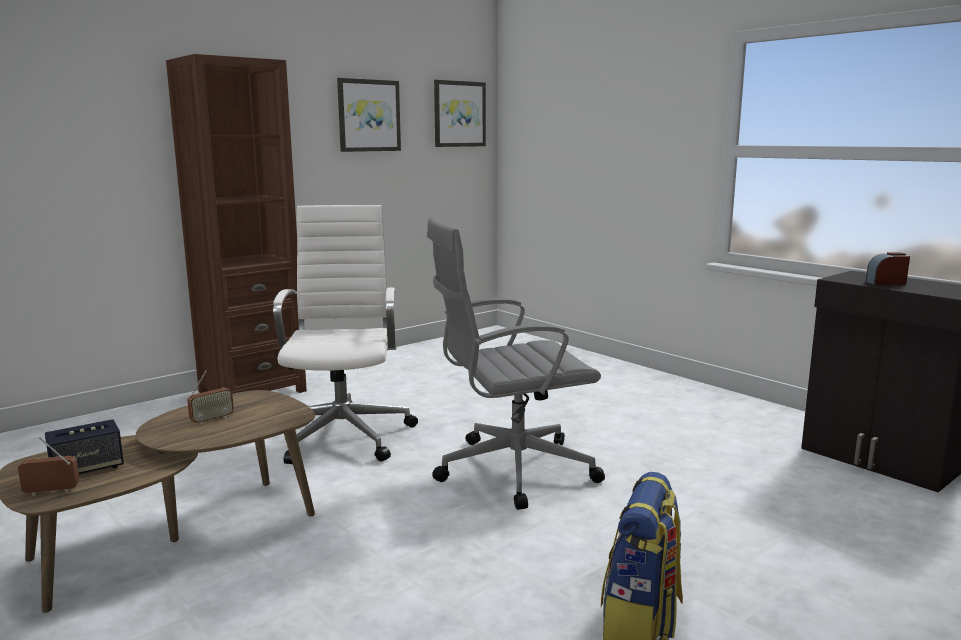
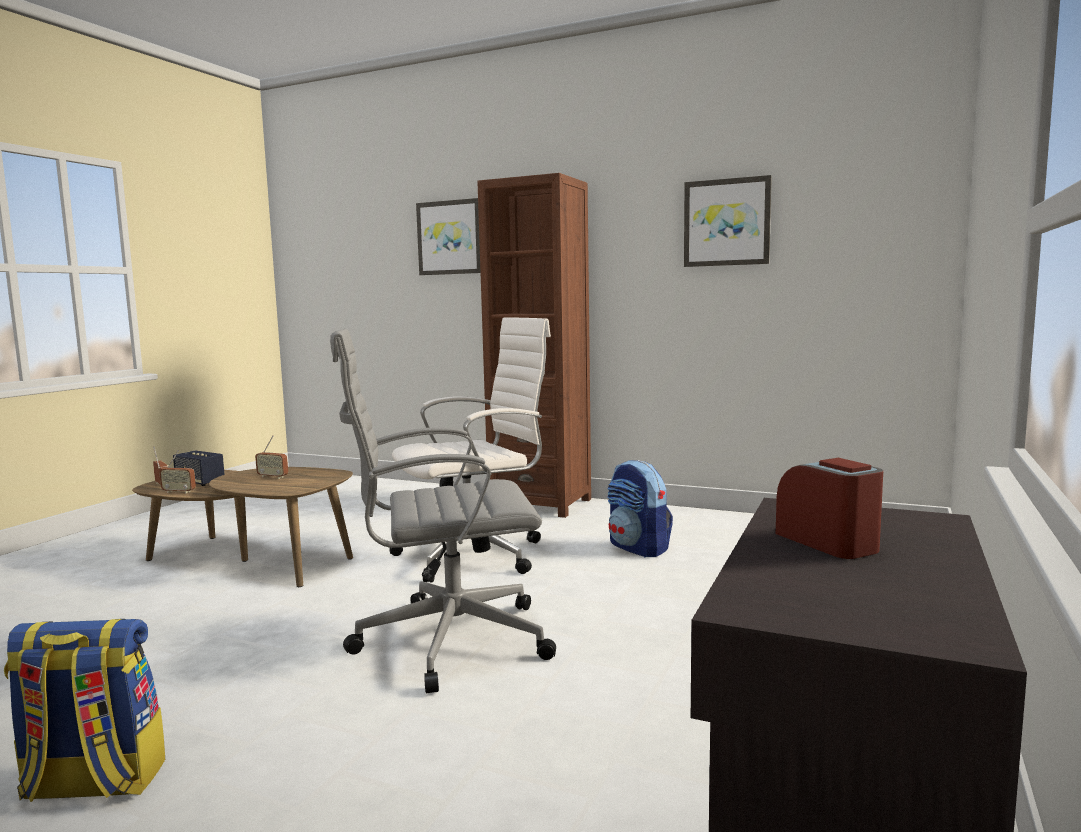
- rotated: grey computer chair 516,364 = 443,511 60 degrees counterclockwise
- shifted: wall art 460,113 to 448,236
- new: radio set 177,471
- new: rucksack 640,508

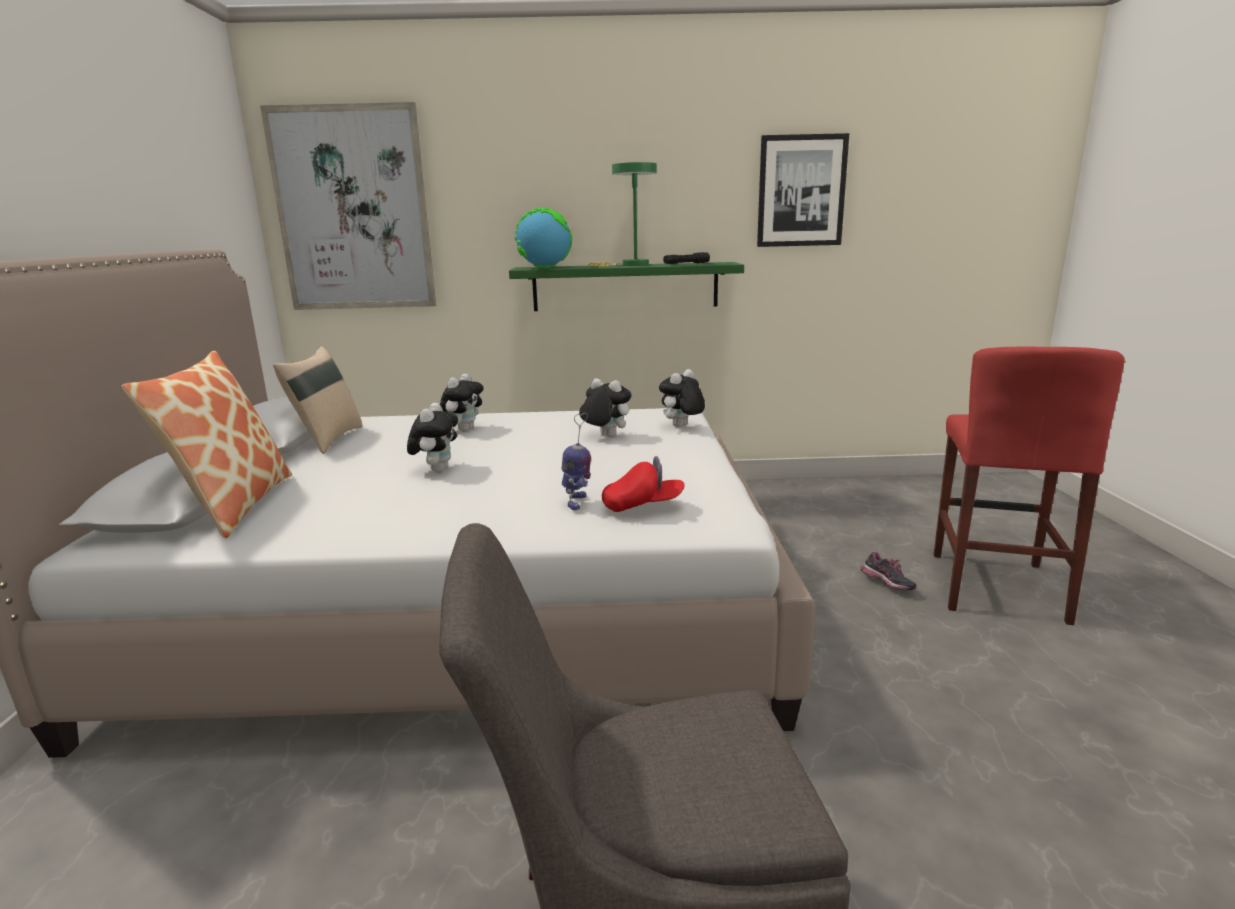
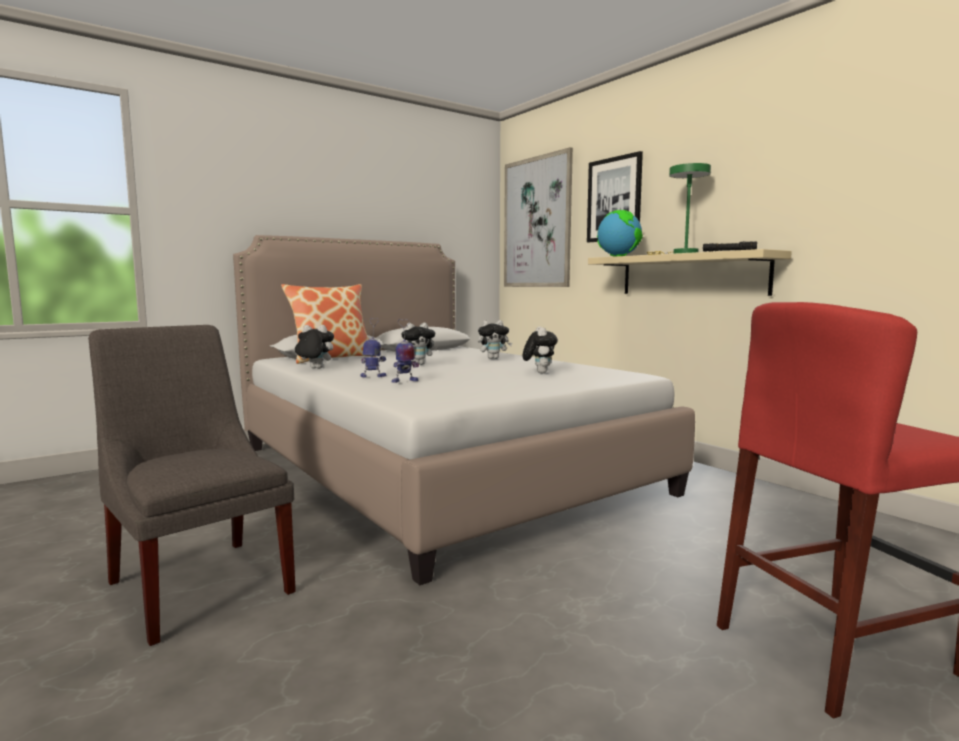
- gone: beige cushion 318,400
- repainted: green wall shelf 626,286 to beige wall shelf 690,272
- gone: reddish baseball cap 643,484
- shifted: soft toy 682,398 to 314,347
- shifted: wall art 803,190 to 615,196
- gone: low shoe 888,571
- new: robot figure 373,348

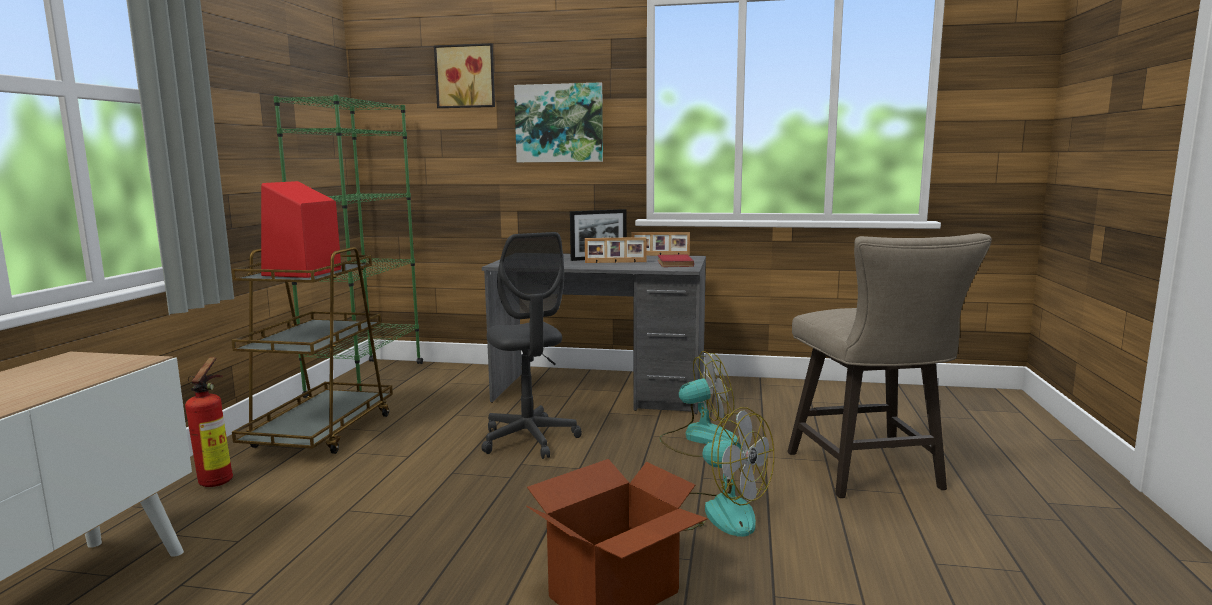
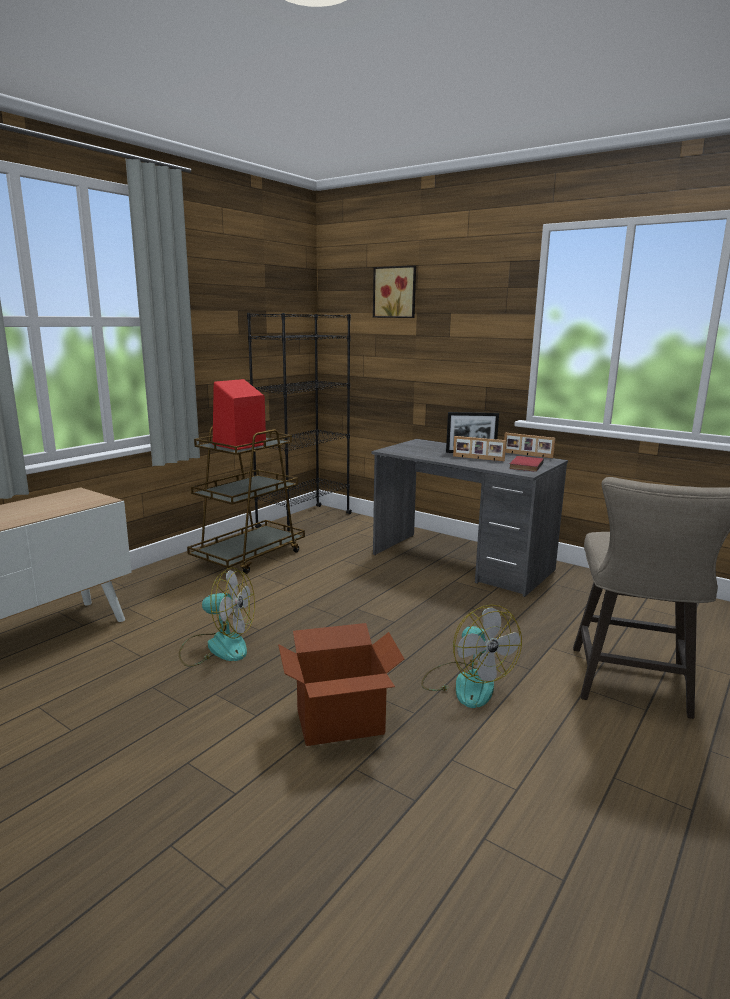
- gone: fire extinguisher 209,422
- repainted: green bookshelf 348,246 to blackish bookshelf 299,422
- gone: grey computer chair 531,345
- gone: wall art 558,122
- shifted: cooling fan 698,404 to 217,617

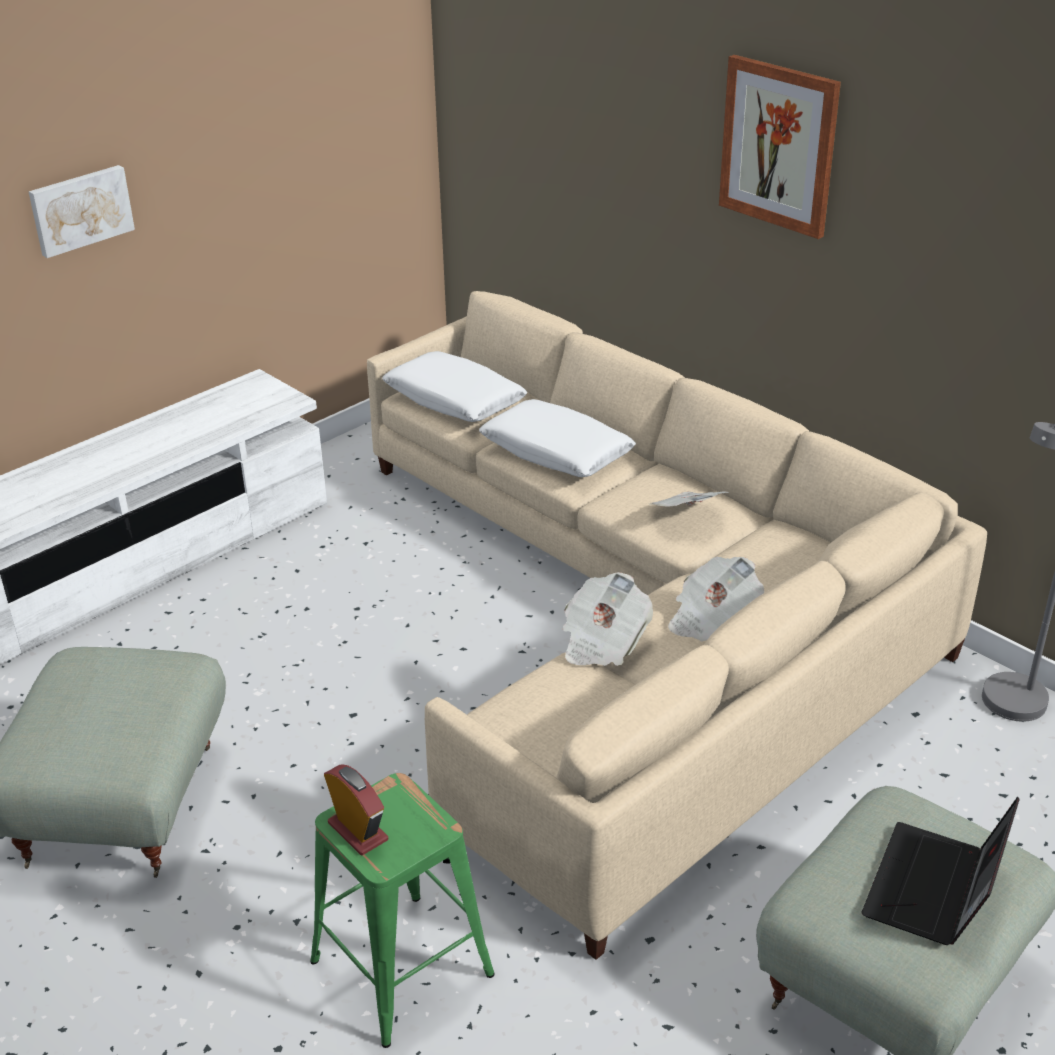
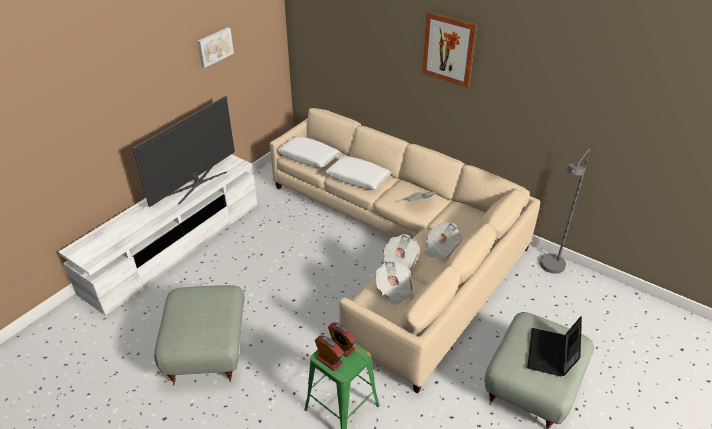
- shifted: wall art 82,211 to 215,47
- new: TV 184,151
- new: table clock 342,340
- new: daily paper 394,283

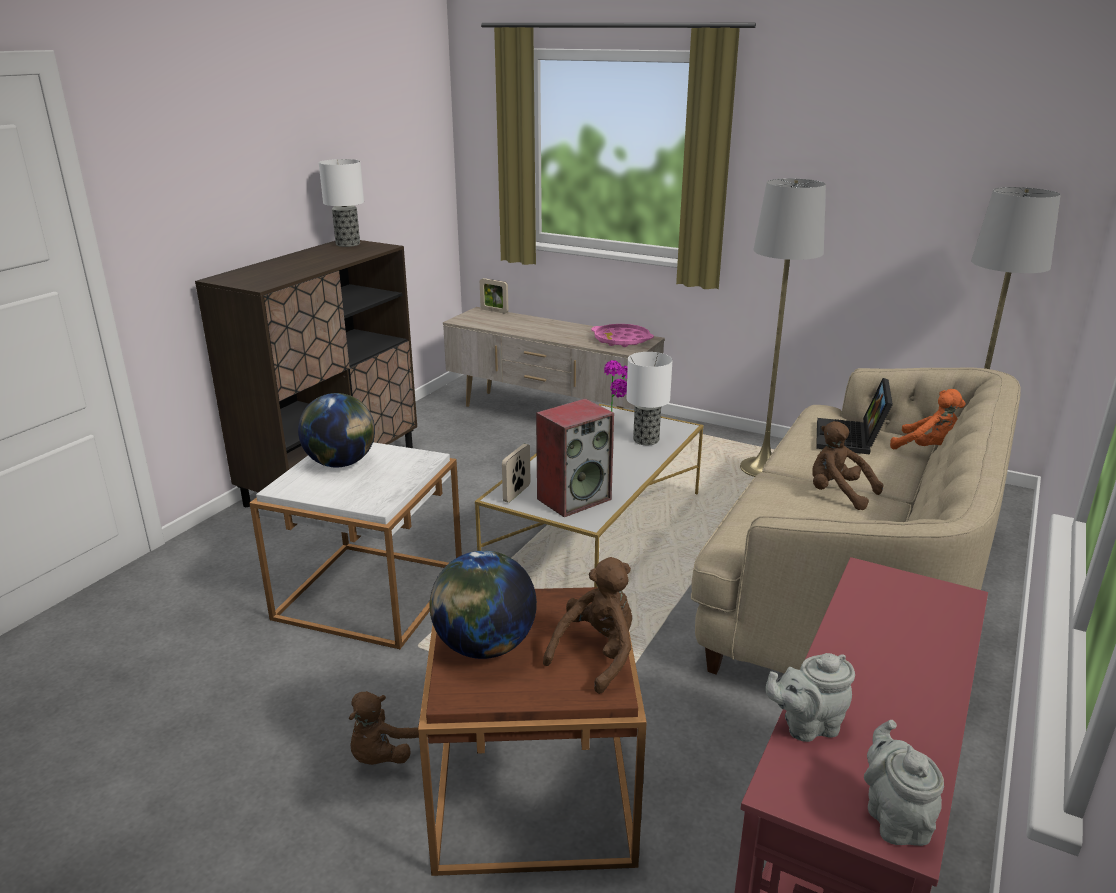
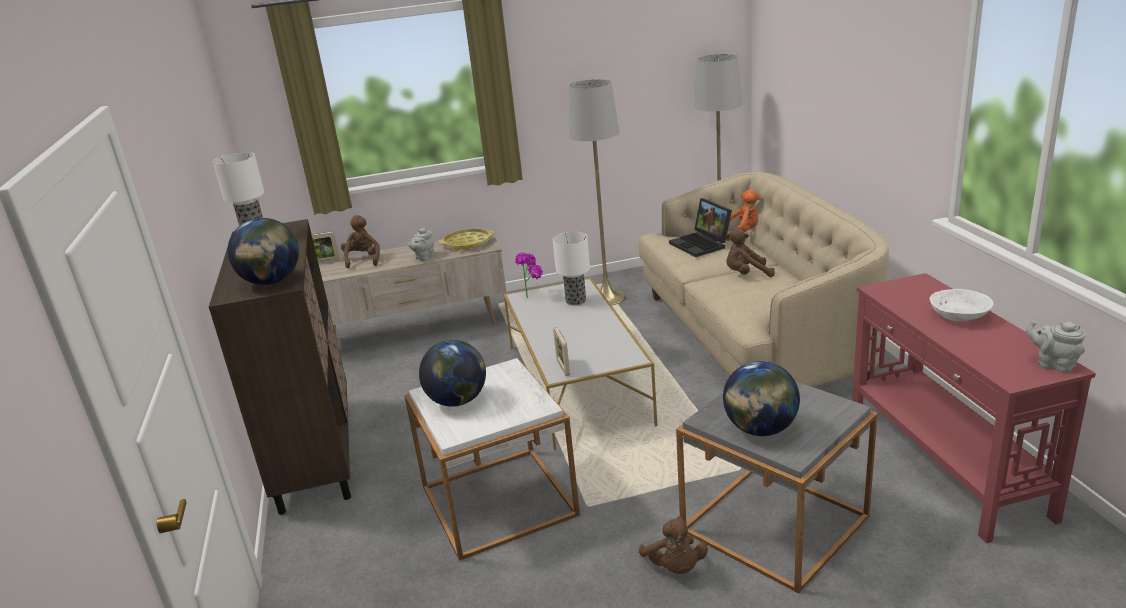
- repainted: brown side table 532,731 to grey side table 777,487
- gone: audio speaker 575,458
- shifted: brown soft toy 587,625 to 360,241
- repainted: pink serving tray 622,335 to yellowish serving tray 466,239
- shifted: grey tea pot 810,697 to 420,244
- new: desk globe 263,251
- new: white deep dish 962,305

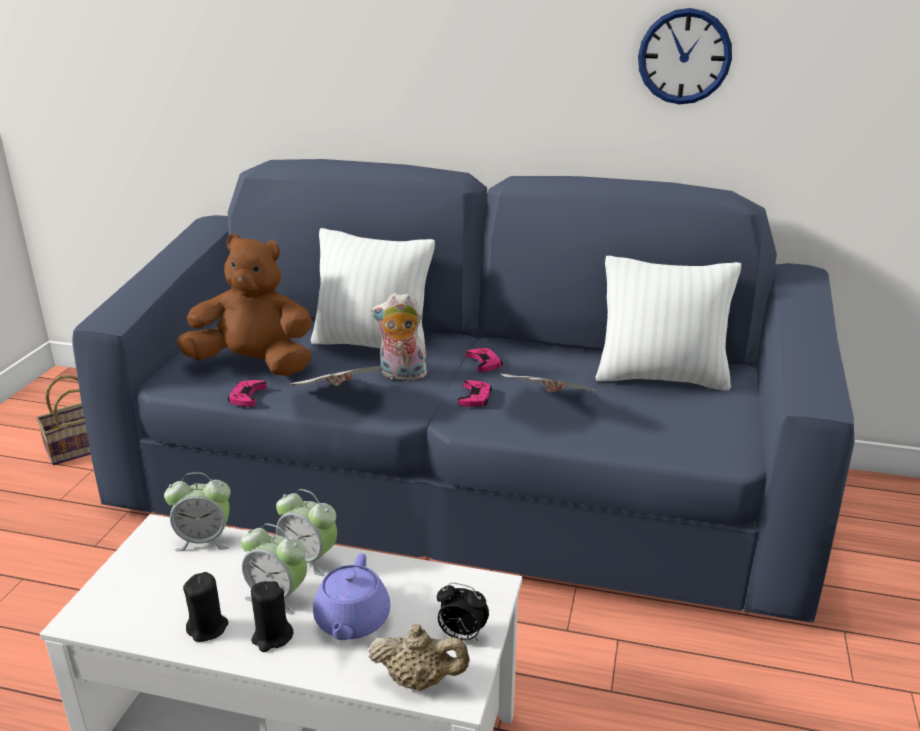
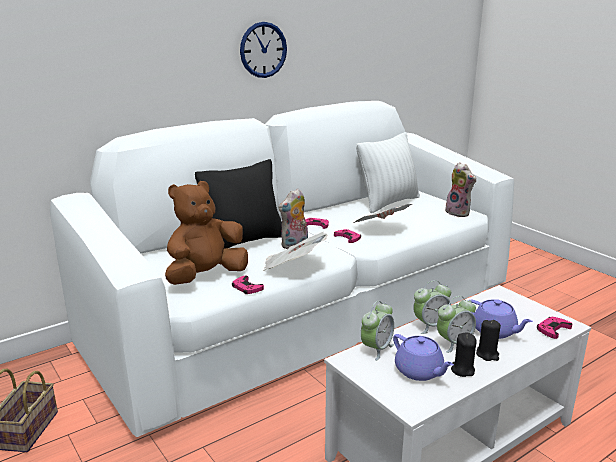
- repainted: blue-coloured couch 463,391 to white couch 282,269
- repainted: white cushion 373,288 to blackish cushion 238,203
- swapped: beige tea pot 419,657 to pink game controller 554,328
- gone: table clock 463,612
- shifted: wall clock 685,56 to 263,50
- new: purplish tea pot 423,357
- new: soft toy 460,189

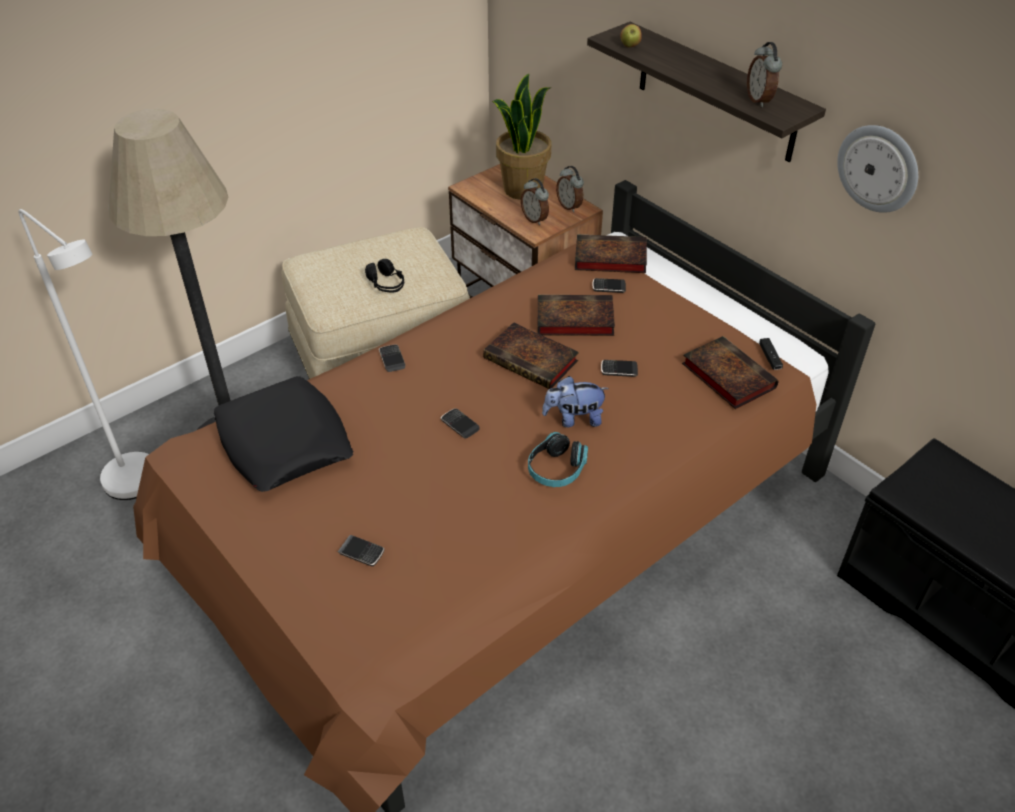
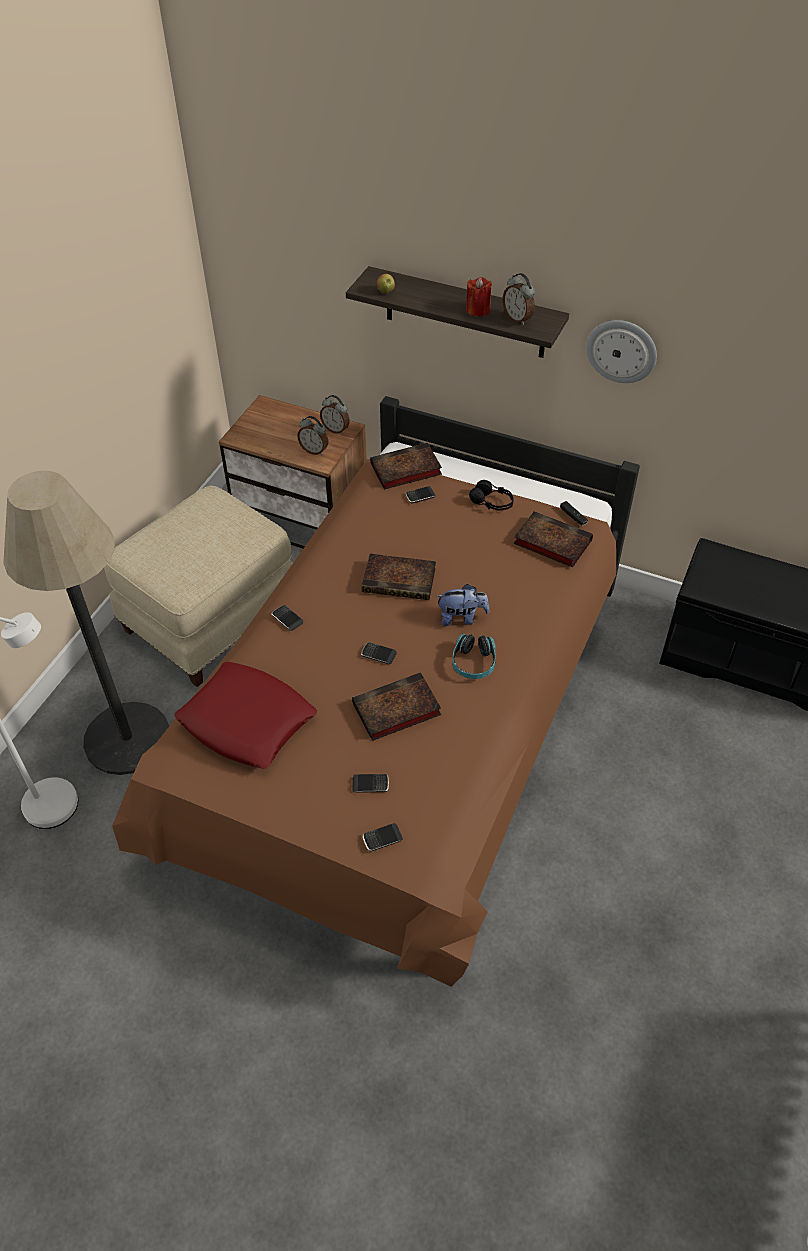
- repainted: blackish cushion 283,434 to reddish cushion 245,715
- shifted: blackish headphones 384,275 to 491,495
- gone: potted plant 521,137
- shifted: bound book 576,315 to 396,706
- rotated: soft toy 575,401 = 462,605 150 degrees counterclockwise
- shifted: telephone 619,368 to 383,837
- new: reddish wax light 479,297

